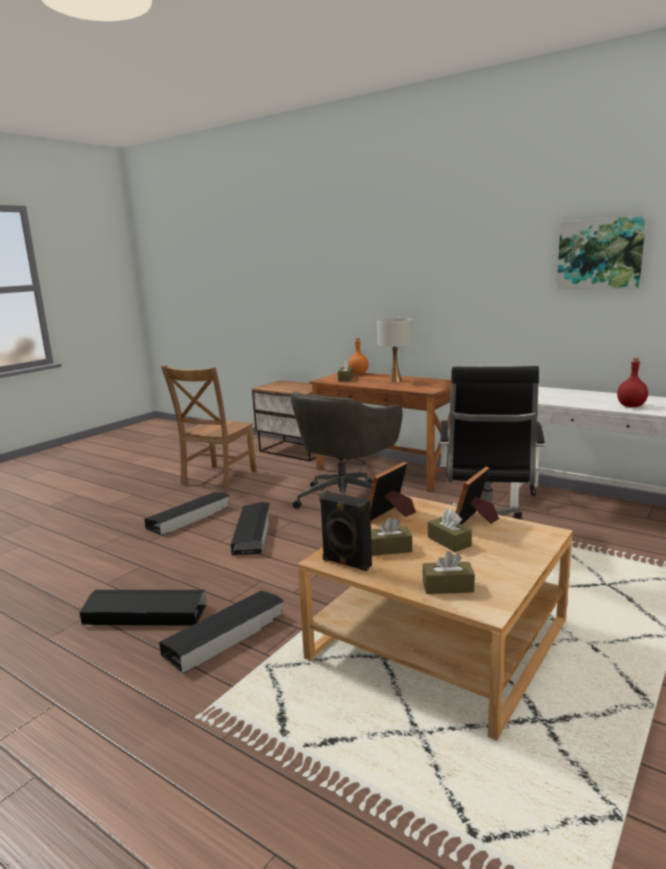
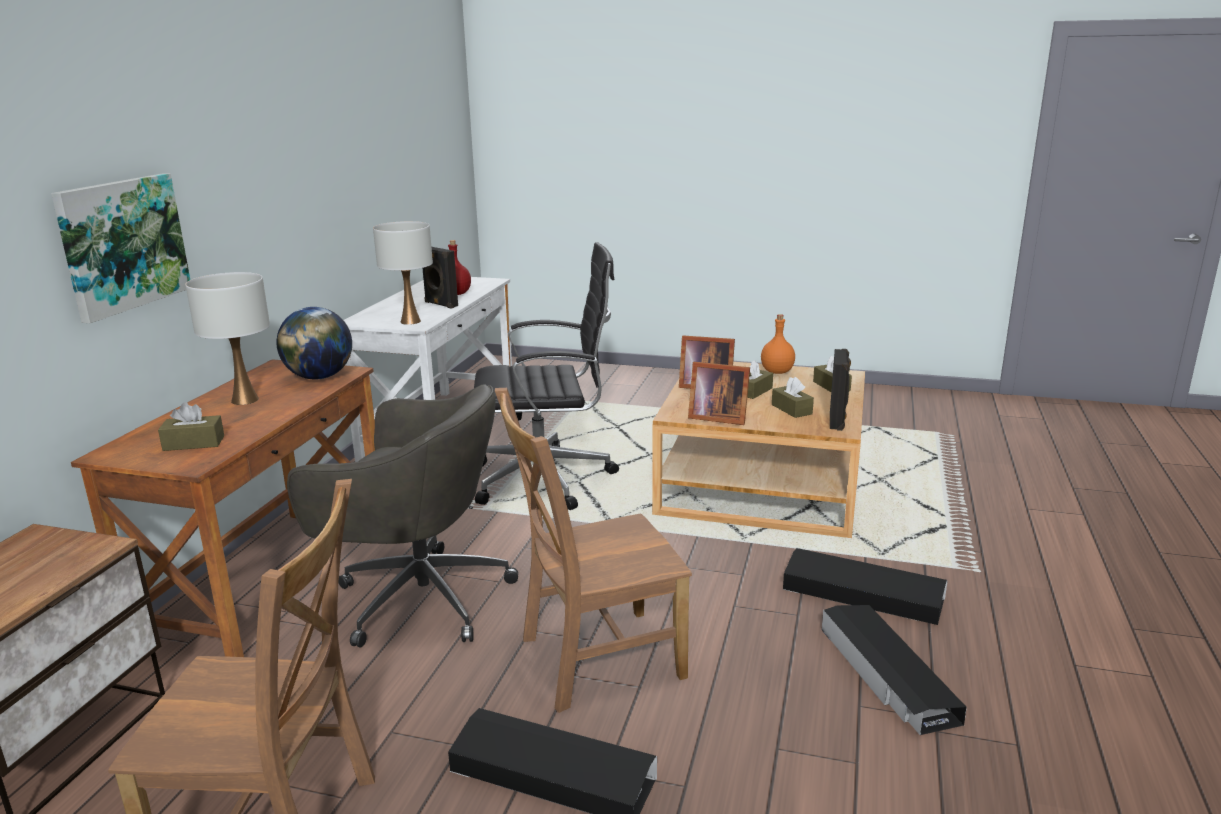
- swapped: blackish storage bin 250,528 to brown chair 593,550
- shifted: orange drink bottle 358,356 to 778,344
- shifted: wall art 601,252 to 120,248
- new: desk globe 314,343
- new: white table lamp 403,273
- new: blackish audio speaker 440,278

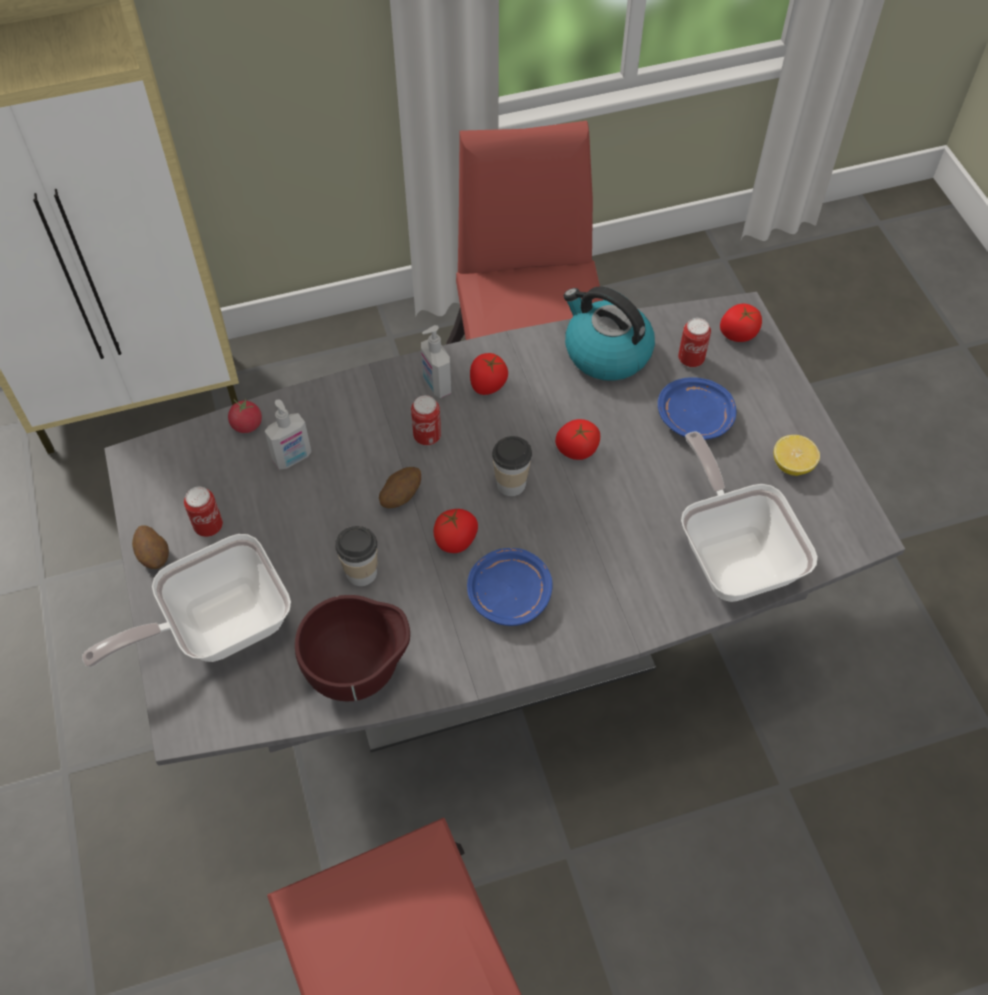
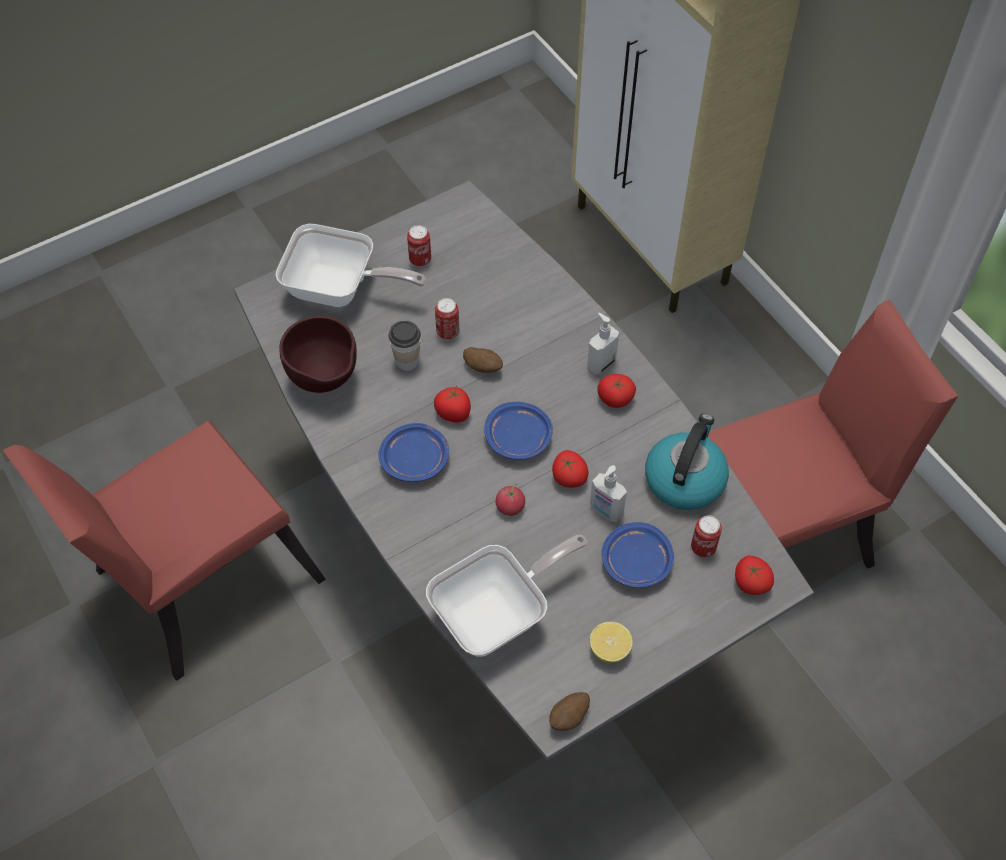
- rotated: skillet 186,600 = 350,265 150 degrees clockwise
- shifted: potato 150,547 to 569,711
- shifted: tomato 245,415 to 510,500
- shifted: soap bottle 288,434 to 608,493
- shifted: metal can 426,420 to 447,318
- swapped: drinking cup 512,466 to blue-coloured plate 518,431

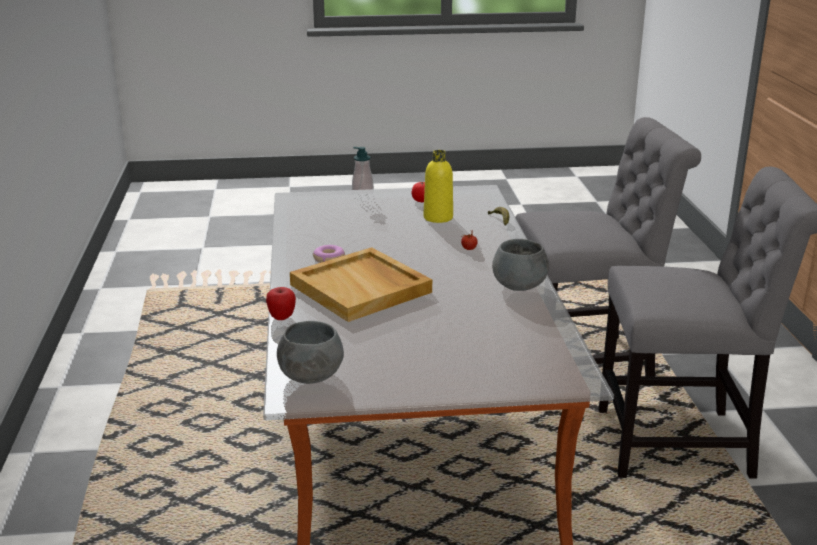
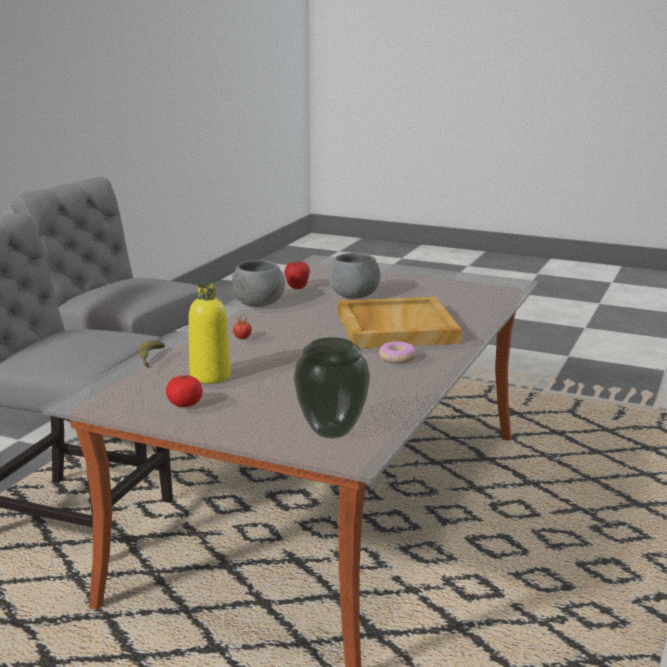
- shifted: apple fruit 281,303 to 297,275
- shifted: grey deep dish 310,352 to 354,276
- gone: soap bottle 363,173
- new: decorative vase 332,387

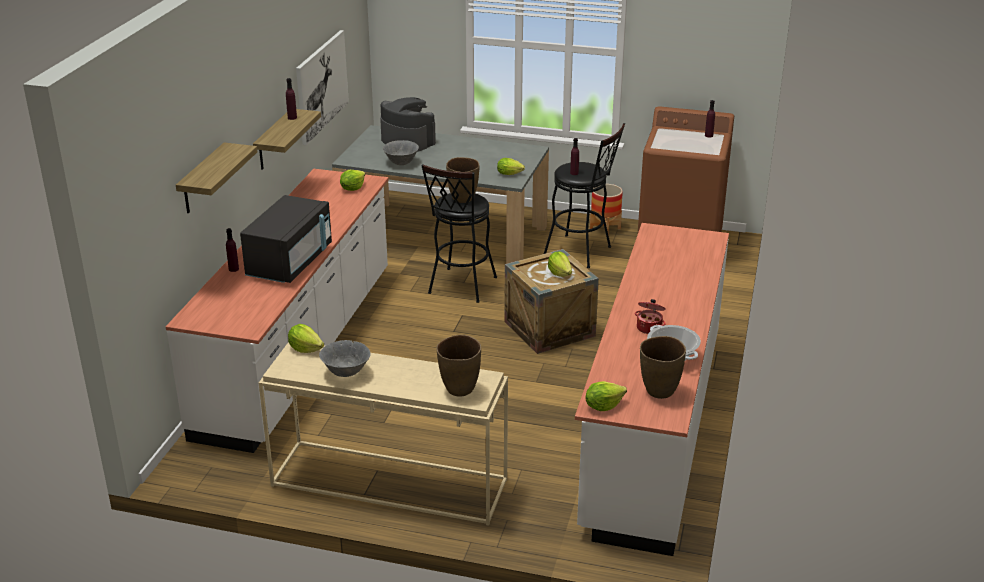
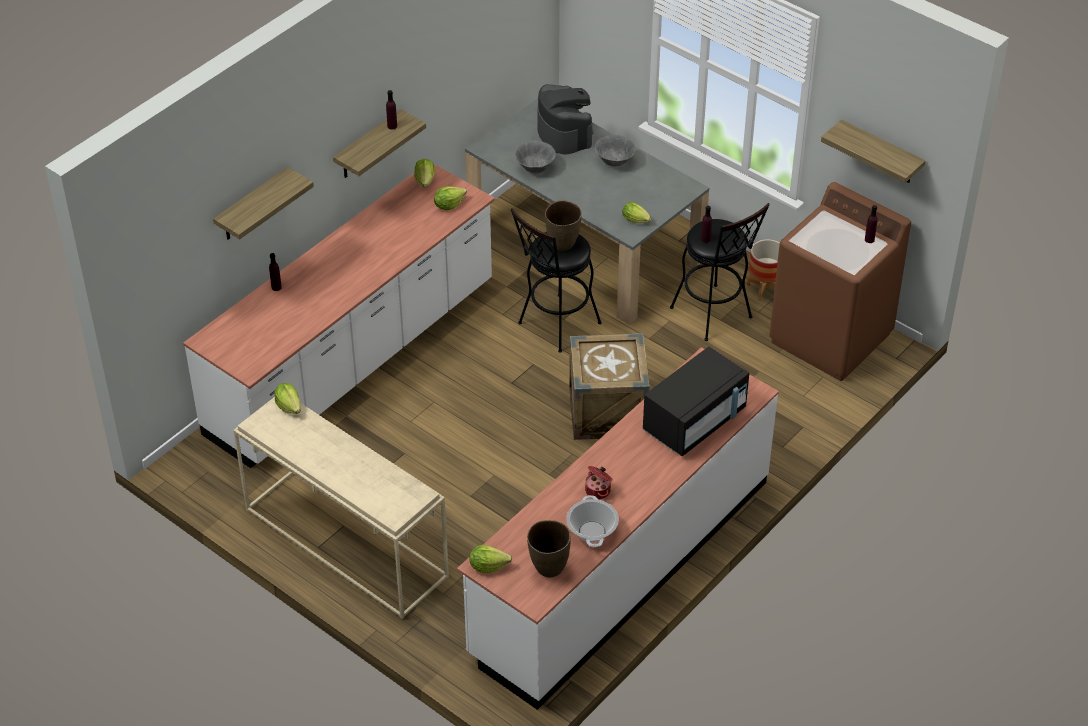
- shifted: blackish microwave oven 286,239 to 696,401
- gone: wall art 322,87
- shifted: grey deep dish 345,358 to 615,150
- gone: brown decorative vase 458,366
- shifted: head of lettuce 560,264 to 424,173
- new: wall shelf 873,151

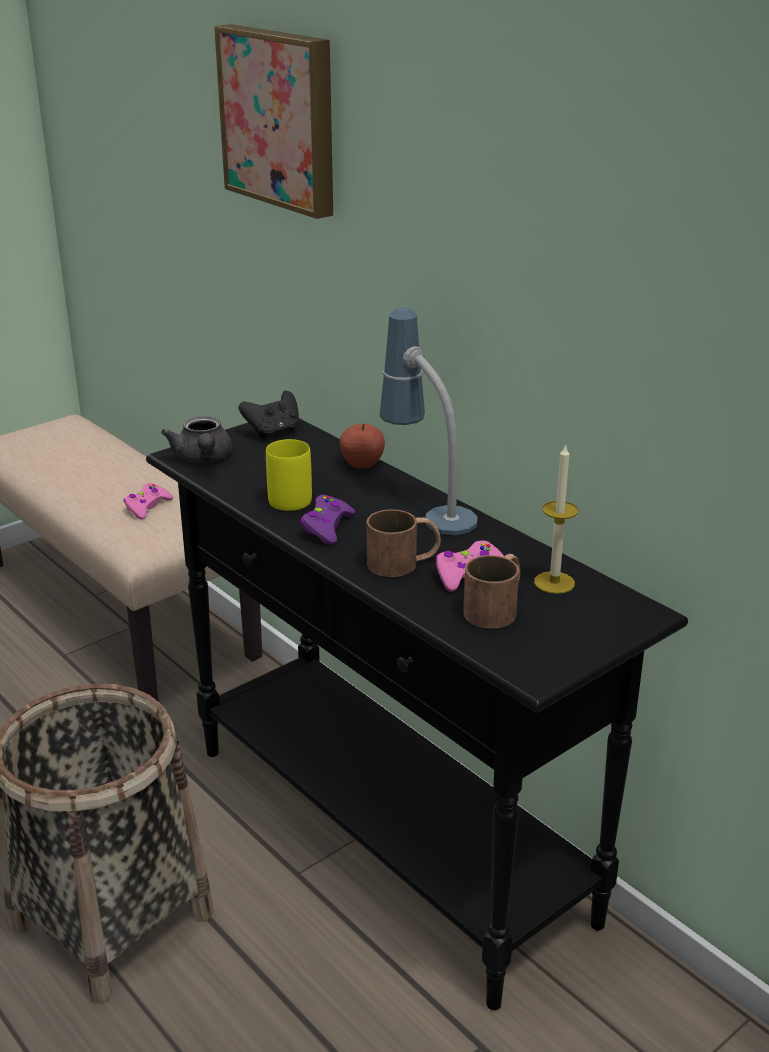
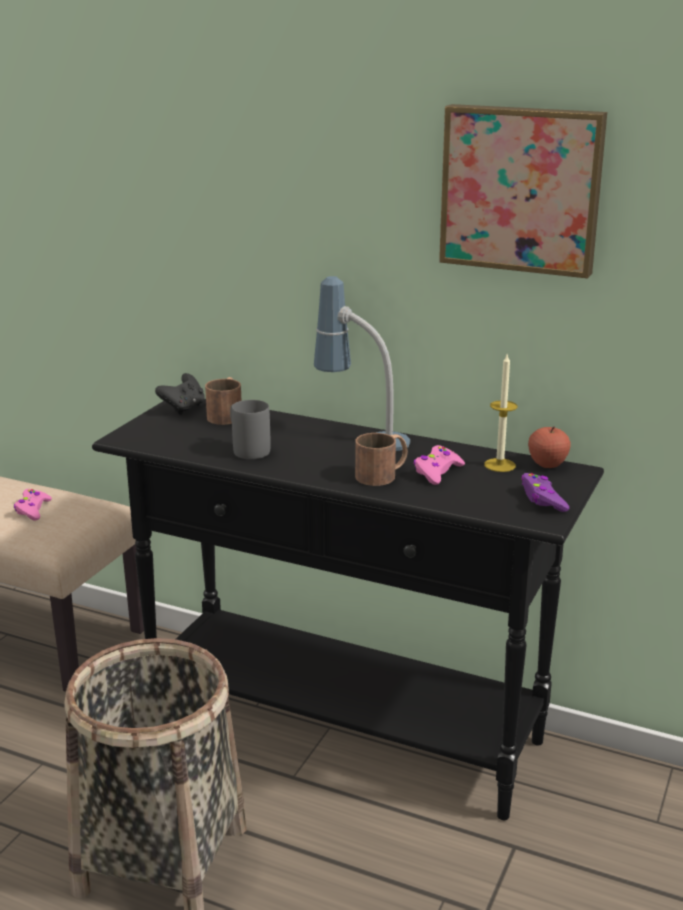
- gone: grey tea pot 196,439
- shifted: wall art 273,121 to 523,191
- repainted: yellowish mug 289,475 to grey mug 250,429
- shifted: purplish game controller 328,520 to 545,492
- shifted: apple fruit 362,446 to 549,447
- shifted: brown mug 491,591 to 223,401

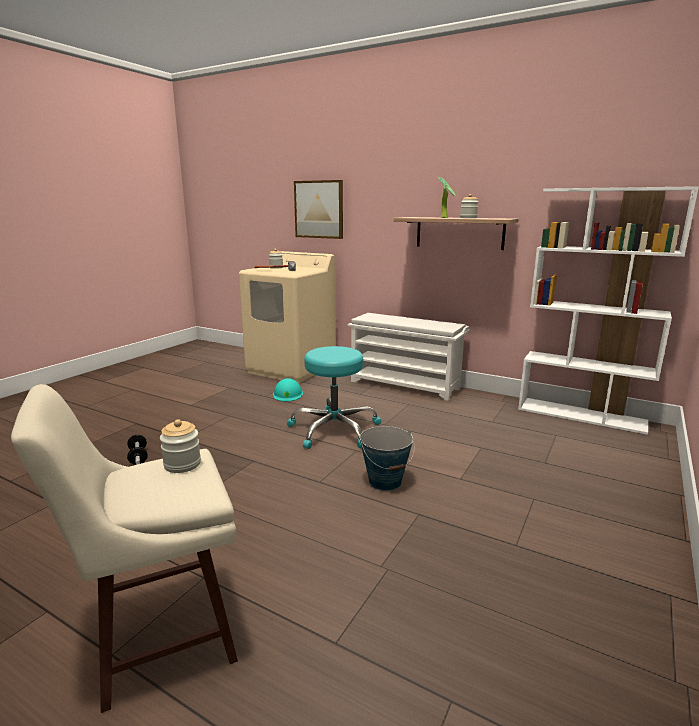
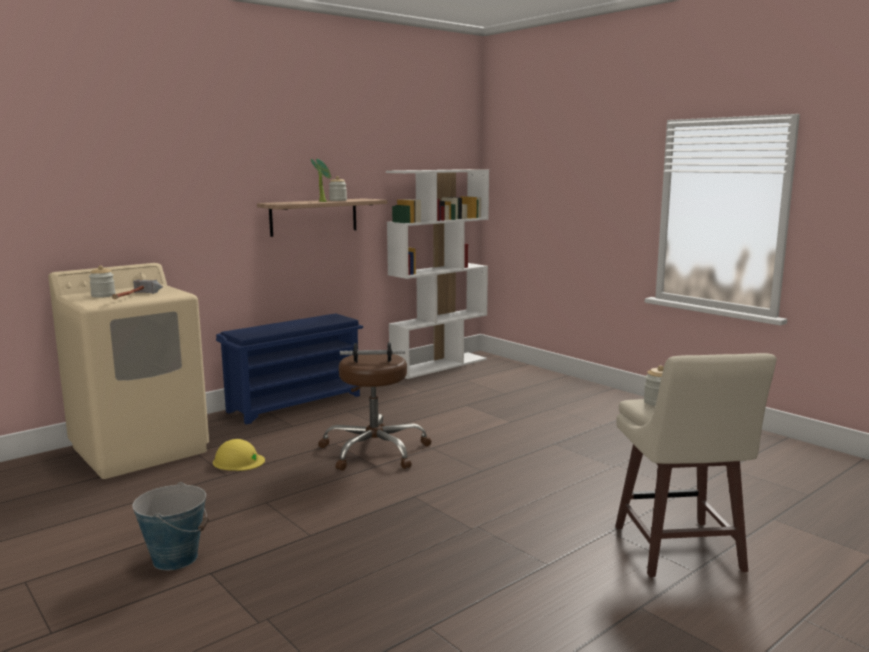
- shifted: free weight 137,450 to 372,352
- repainted: blue-green hard hat 288,389 to yellowish hard hat 239,455
- repainted: blue-green stool 334,397 to brown stool 375,412
- gone: wall art 318,209
- repainted: white shoe rack 408,357 to blue-coloured shoe rack 289,369
- shifted: water bucket 387,458 to 170,526

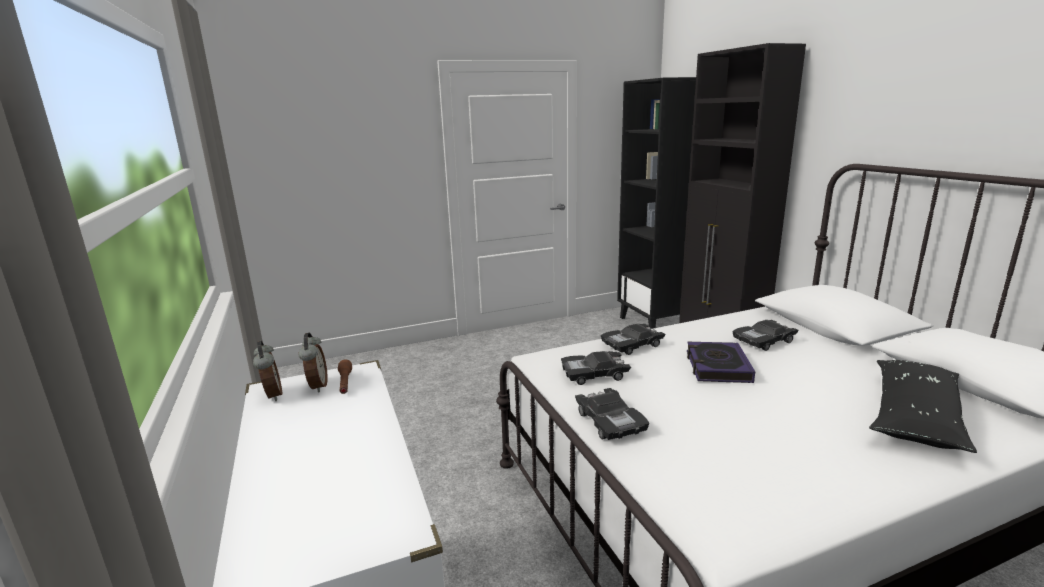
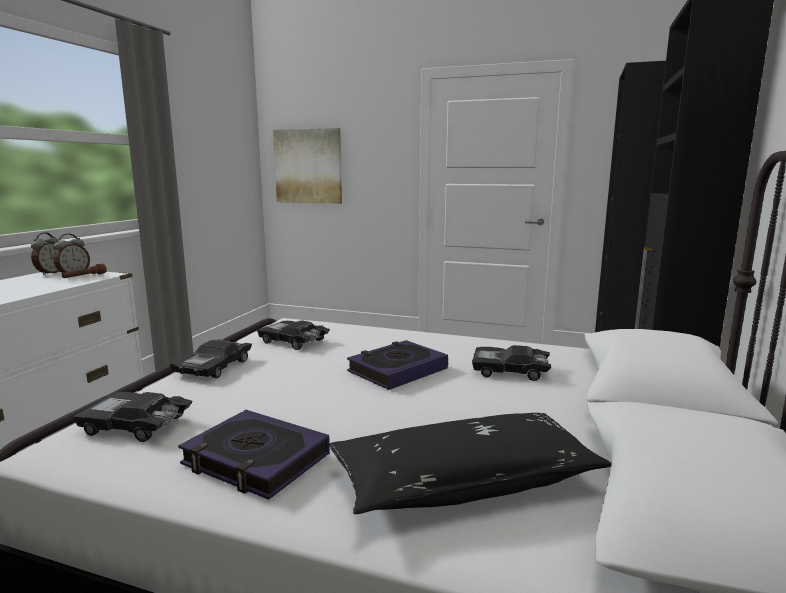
- shifted: blackish model car 633,339 to 132,417
- new: bound book 254,455
- new: wall art 307,166

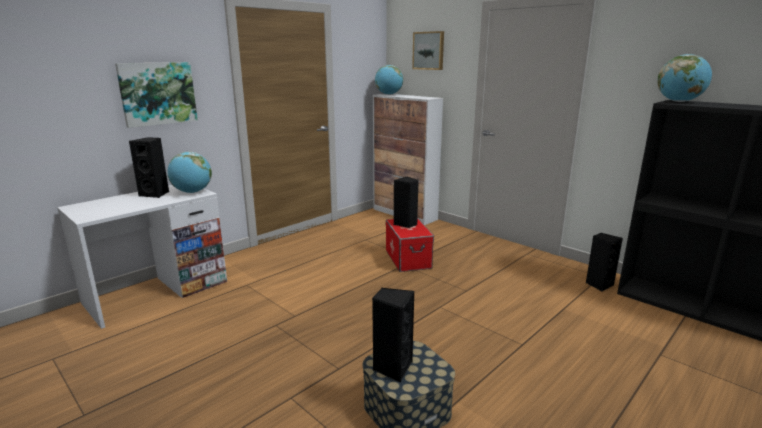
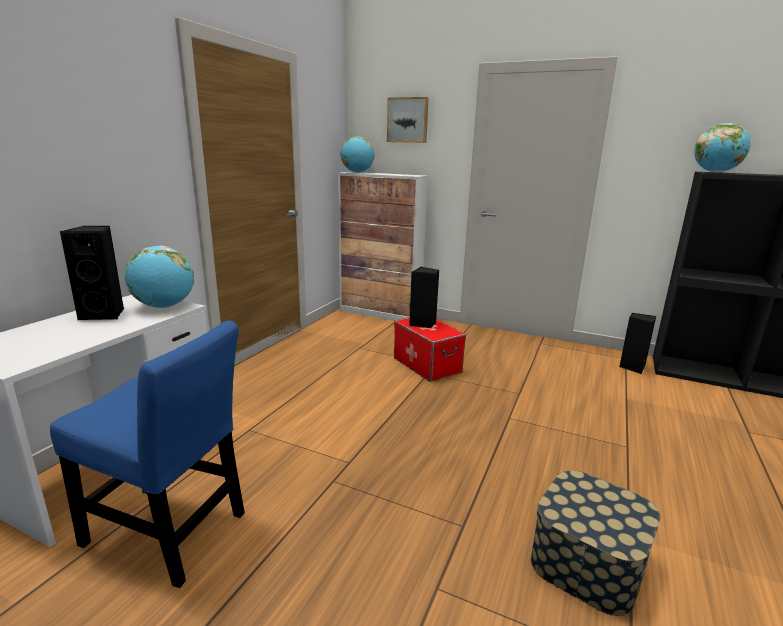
- gone: wall art 156,95
- gone: blackish audio speaker 393,335
- new: blue-coloured chair 147,454

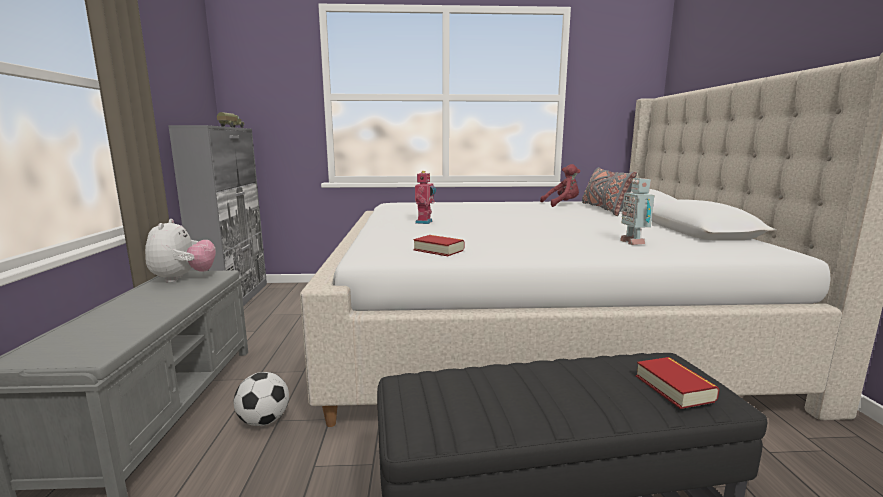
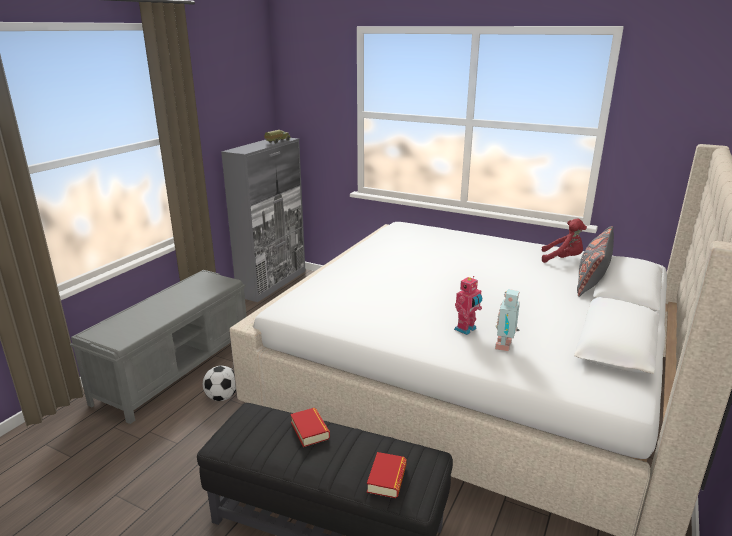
- gone: soft toy 180,251
- shifted: bound book 439,245 to 310,427
- shifted: robot figure 425,197 to 468,305

